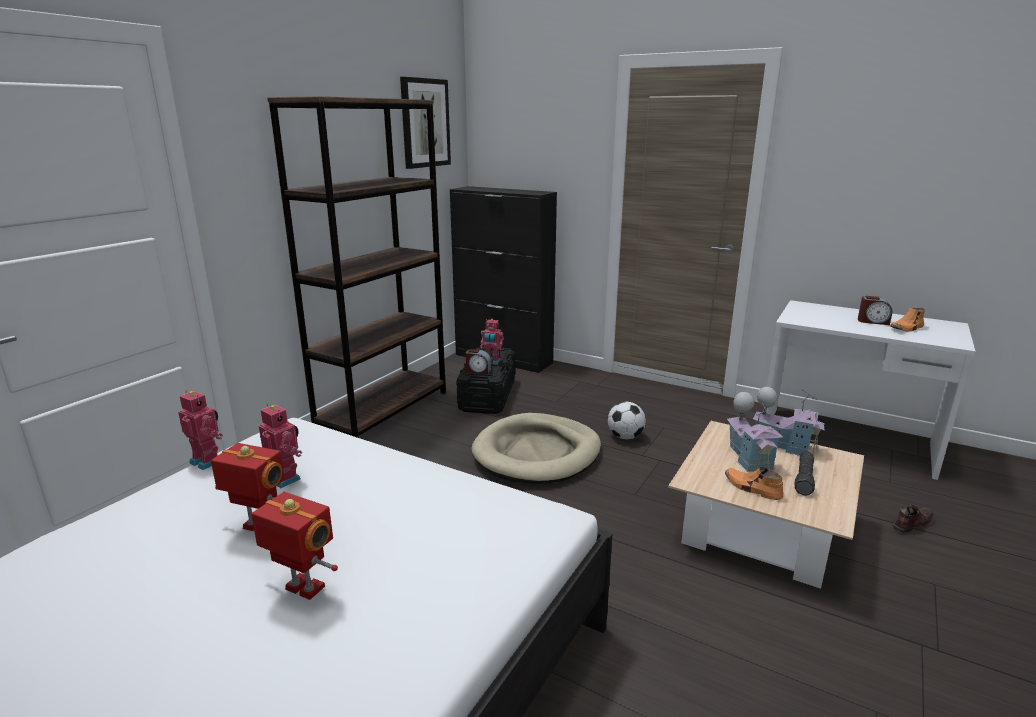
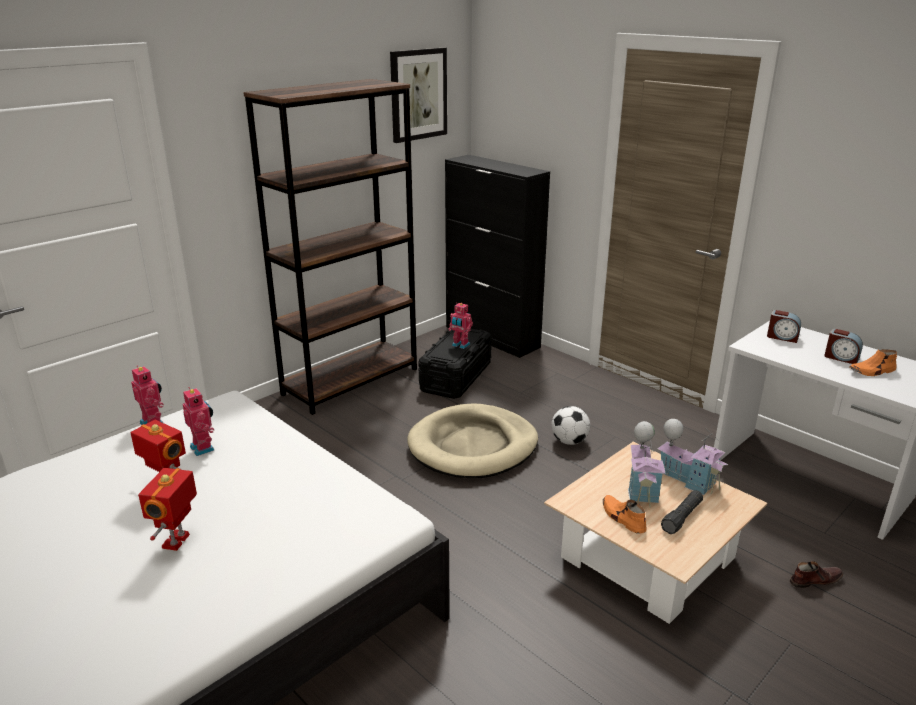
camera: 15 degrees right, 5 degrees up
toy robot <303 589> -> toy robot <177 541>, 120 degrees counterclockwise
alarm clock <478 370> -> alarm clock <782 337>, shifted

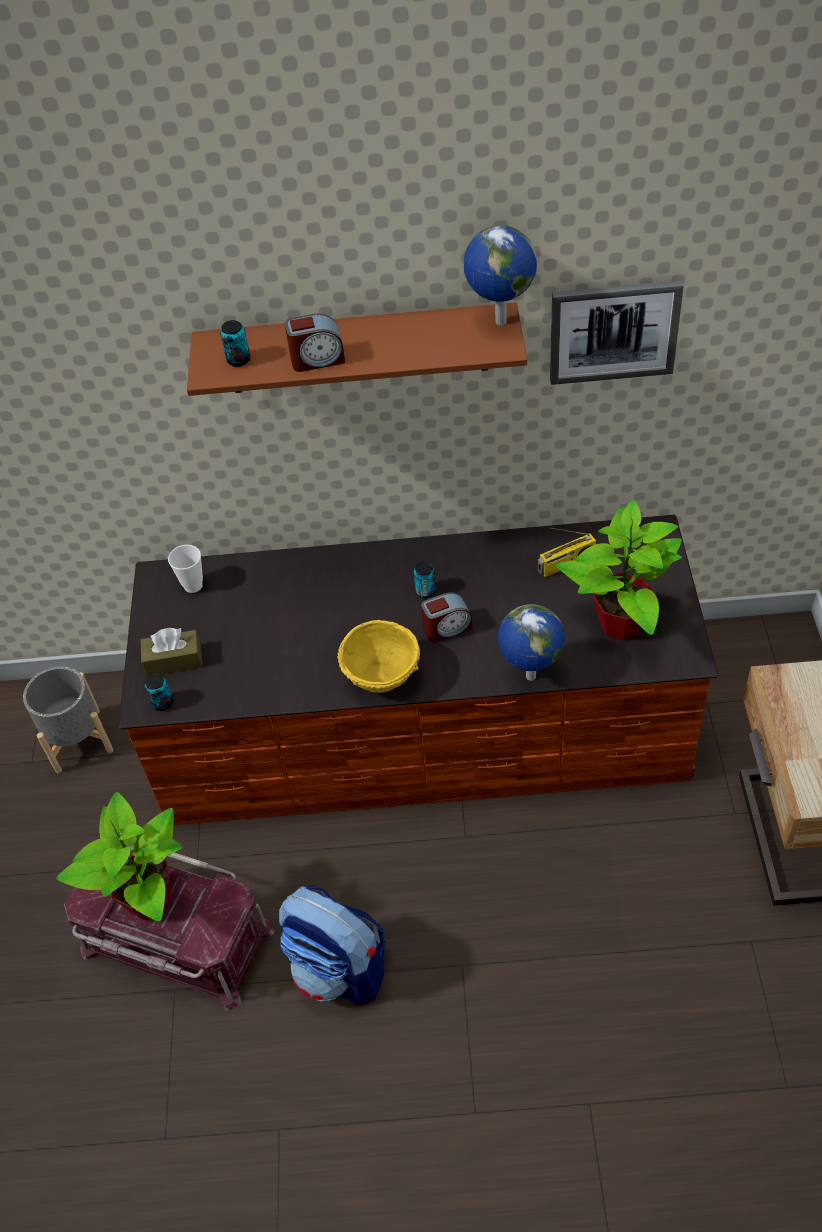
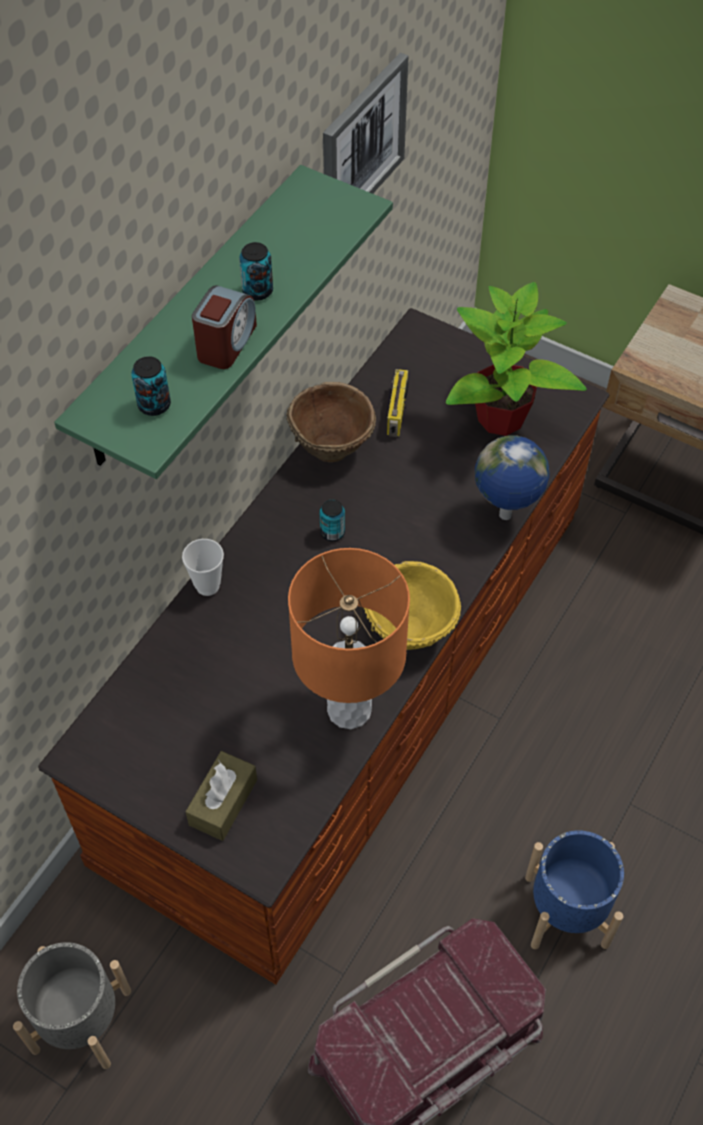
camera: 60 degrees left, 5 degrees up
potted plant <149 899> -> none
can <162 703> -> can <257 291>, shifted
cup <193 585> -> cup <207 586>, shifted
brown shelf <357 349> -> green shelf <191 320>
backpack <339 970> -> blue planter <566 910>
alarm clock <447 628> -> none
globe <499 322> -> none
none -> brown bowl <332 444>
none -> orange table lamp <350 709>

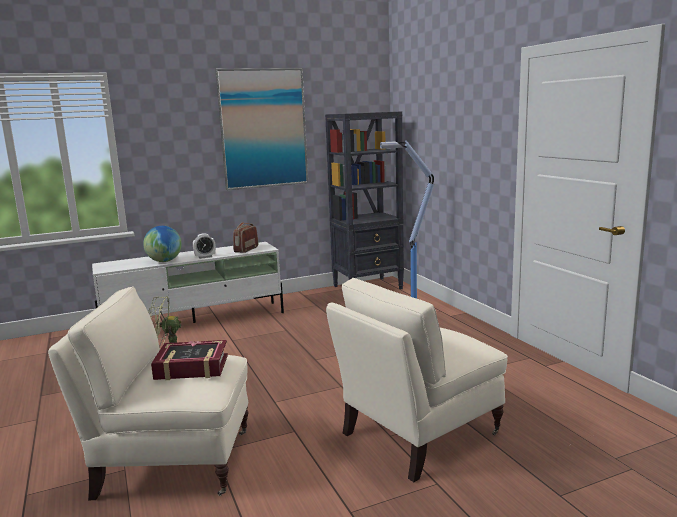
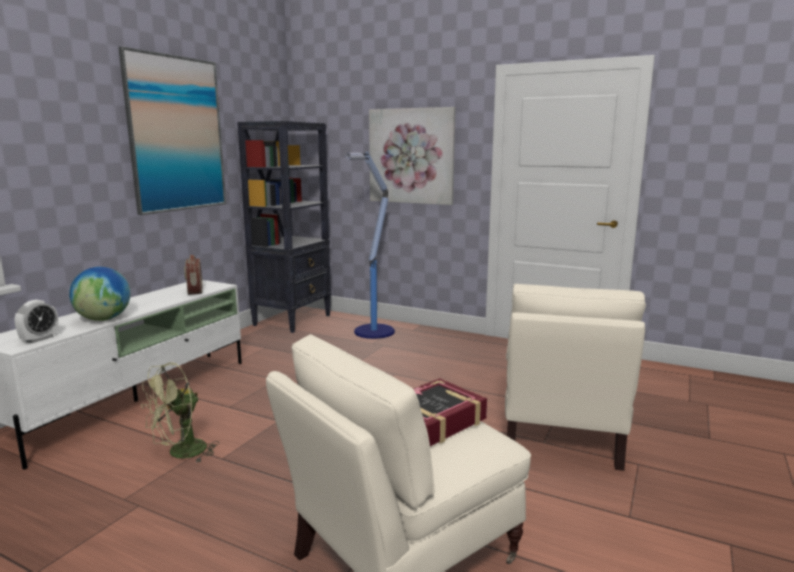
camera: 40 degrees left, 0 degrees up
alarm clock <205 257> -> alarm clock <40 339>, shifted
none -> picture <411 156>

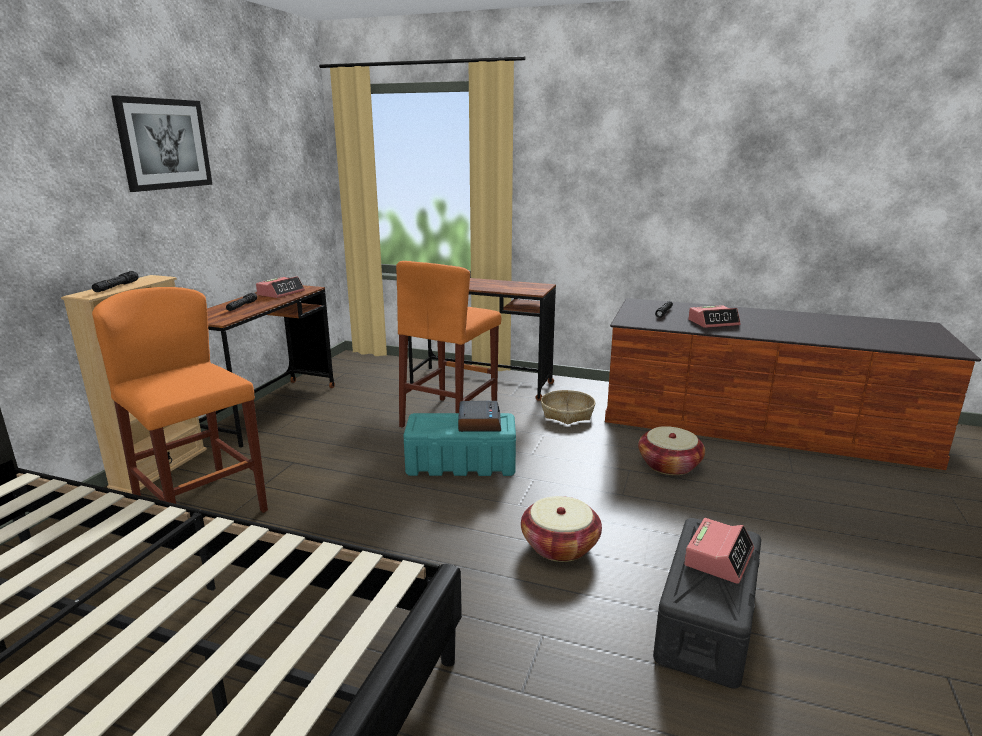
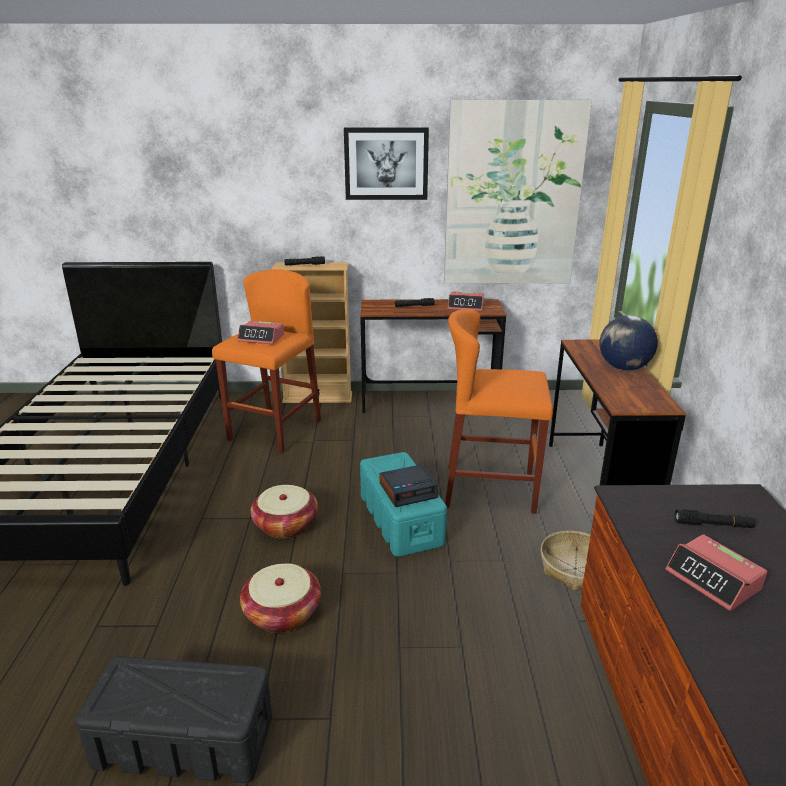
camera: 70 degrees right, 5 degrees up
basket <669 465> -> basket <286 525>, shifted
alarm clock <719 557> -> alarm clock <261 338>, shifted
none -> picture <513 196>
none -> globe <623 368>

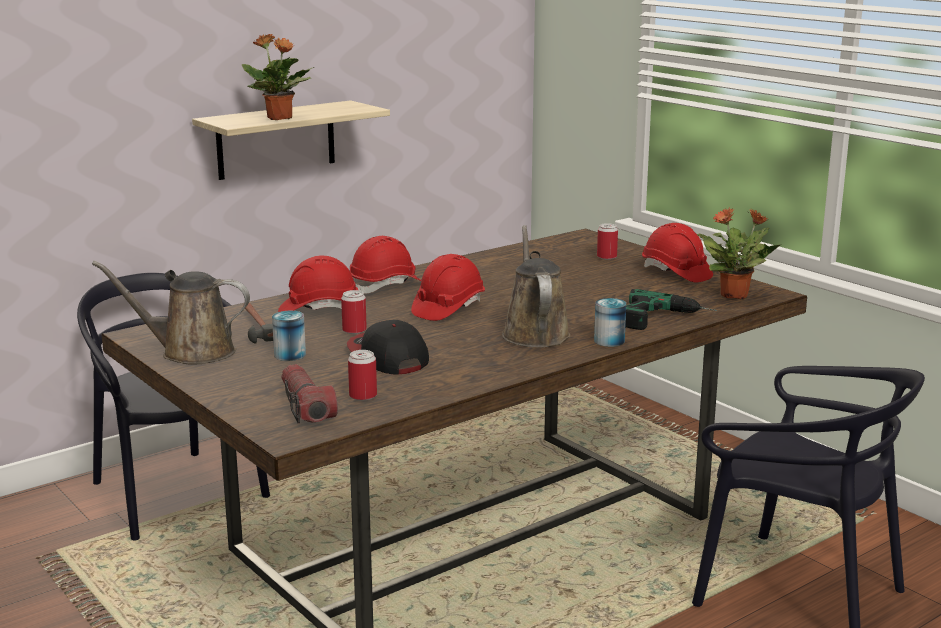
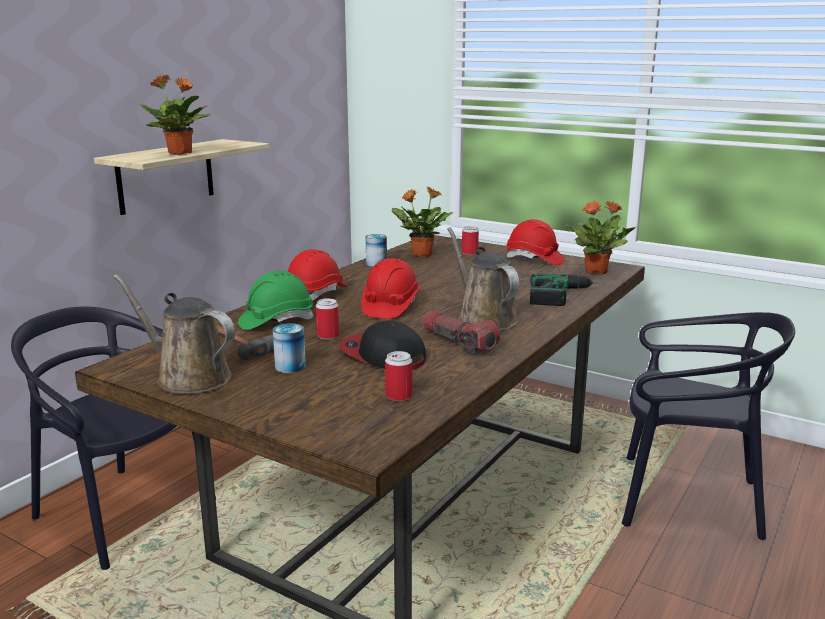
camera: 20 degrees left, 0 degrees up
brown watering can <190 352> -> brown watering can <188 377>, 45 degrees clockwise
red hard hat <318 309> -> green hard hat <276 321>
flashlight <306 407> -> flashlight <458 342>, shifted
can <609 341> -> can <376 264>, shifted
none -> potted plant <421 254>

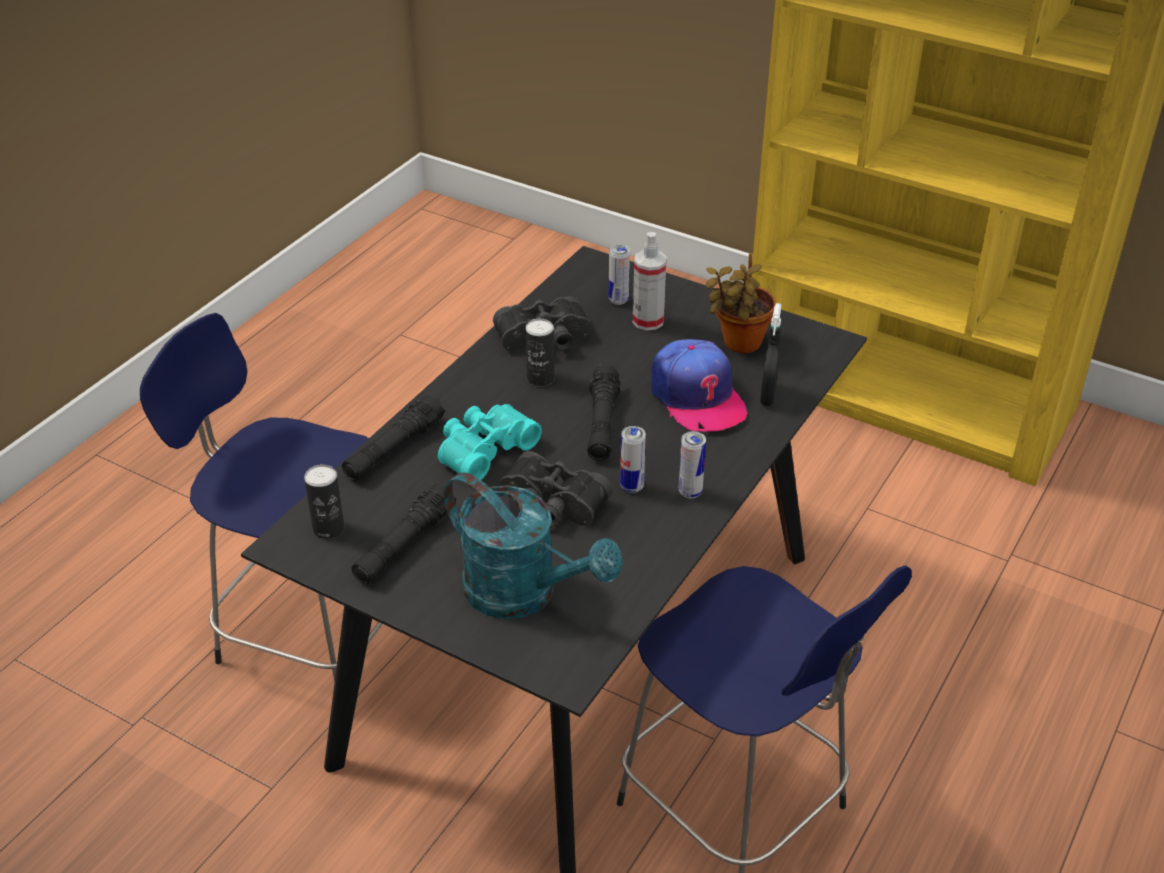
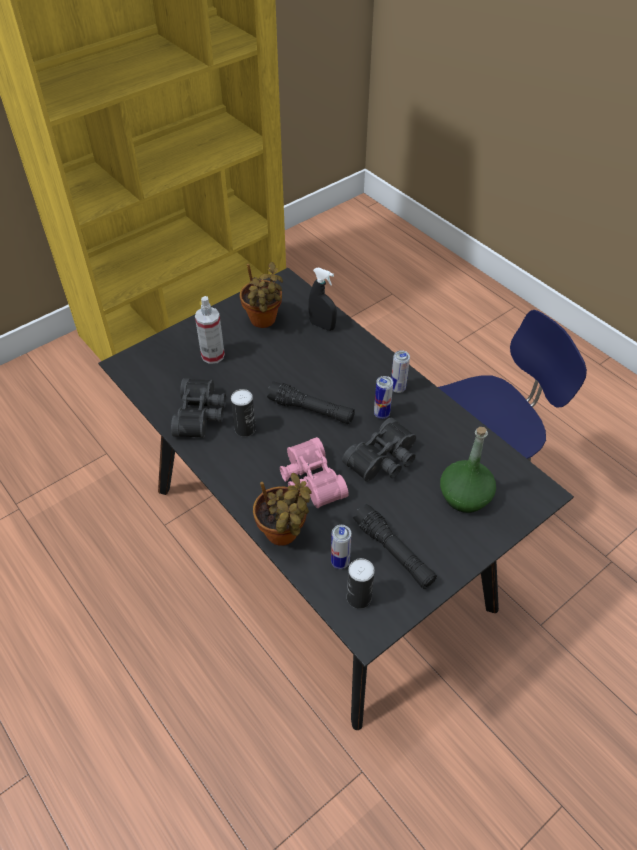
camera: 70 degrees left, 10 degrees up
blue stool <311 632> -> none
black flashlight <394 449> -> potted plant <284 535>
turquoise binoculars <483 450> -> pink binoculars <309 481>
turquoise watering can <524 594> -> green bottle <464 496>
can <618 300> -> can <340 562>, shifted
cap <697 397> -> none

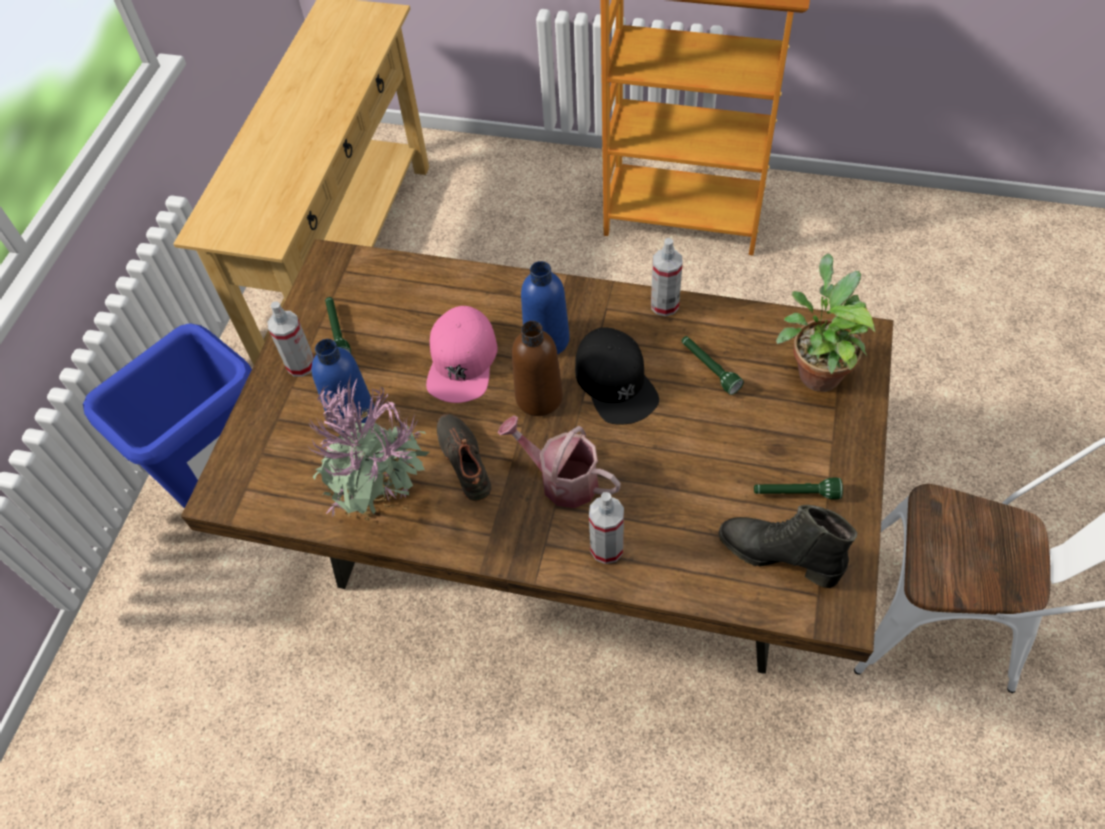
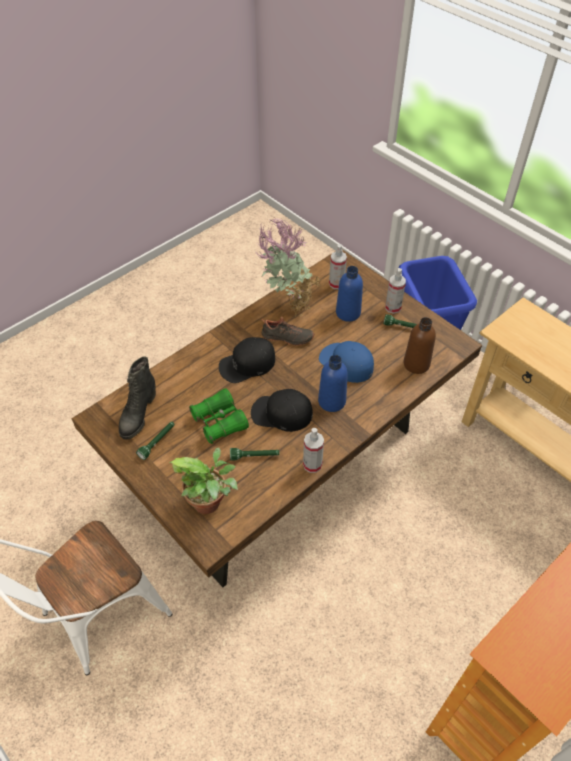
camera: 120 degrees right, 5 degrees down
pink cap <462 361> -> blue cap <346 363>
watering can <561 479> -> black cap <247 364>
brown bottle <539 397> -> brown bottle <416 364>, shifted
spray bottle <606 548> -> spray bottle <336 284>, shifted
black boot <778 556> -> black boot <138 415>, 135 degrees clockwise
none -> green binoculars <219 422>

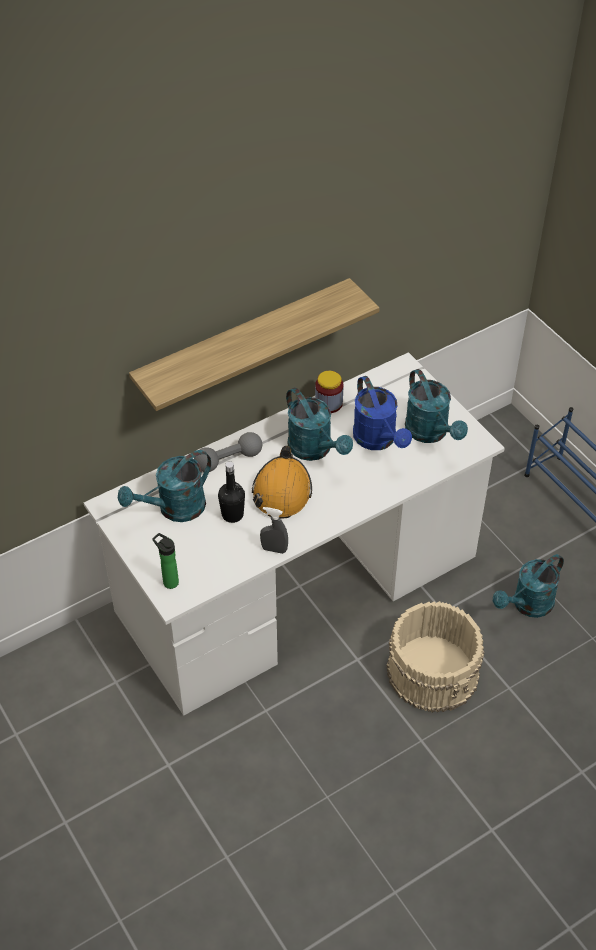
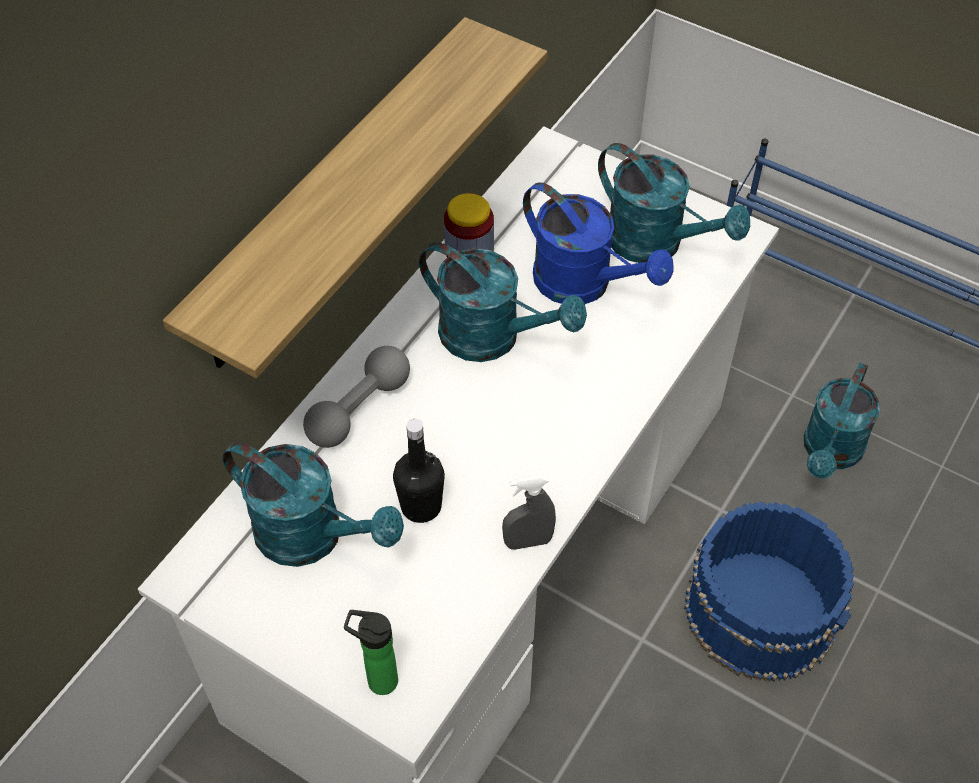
camera: 25 degrees left, 5 degrees up
turquoise watering can <174 509> -> turquoise watering can <313 536>, 90 degrees counterclockwise
orange hard hat <282 491> -> none
beige bucket <433 671> -> blue bucket <761 610>

